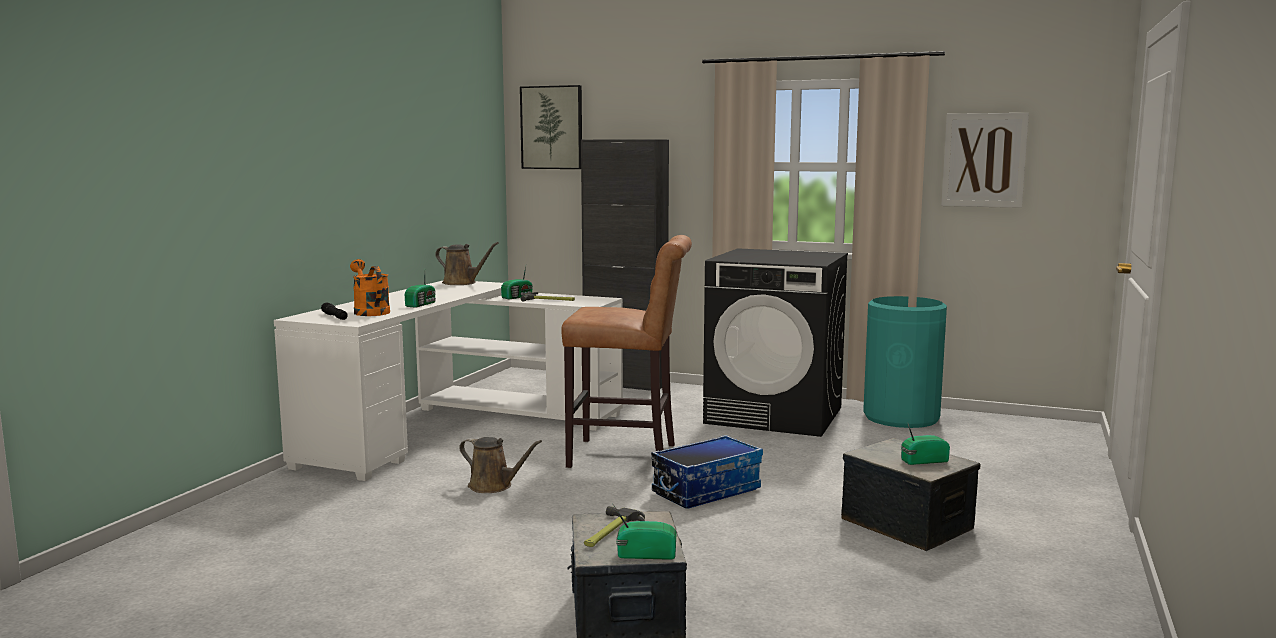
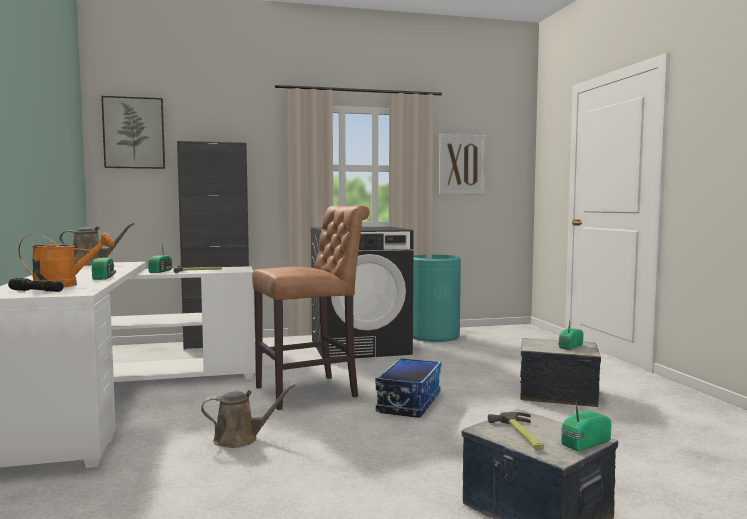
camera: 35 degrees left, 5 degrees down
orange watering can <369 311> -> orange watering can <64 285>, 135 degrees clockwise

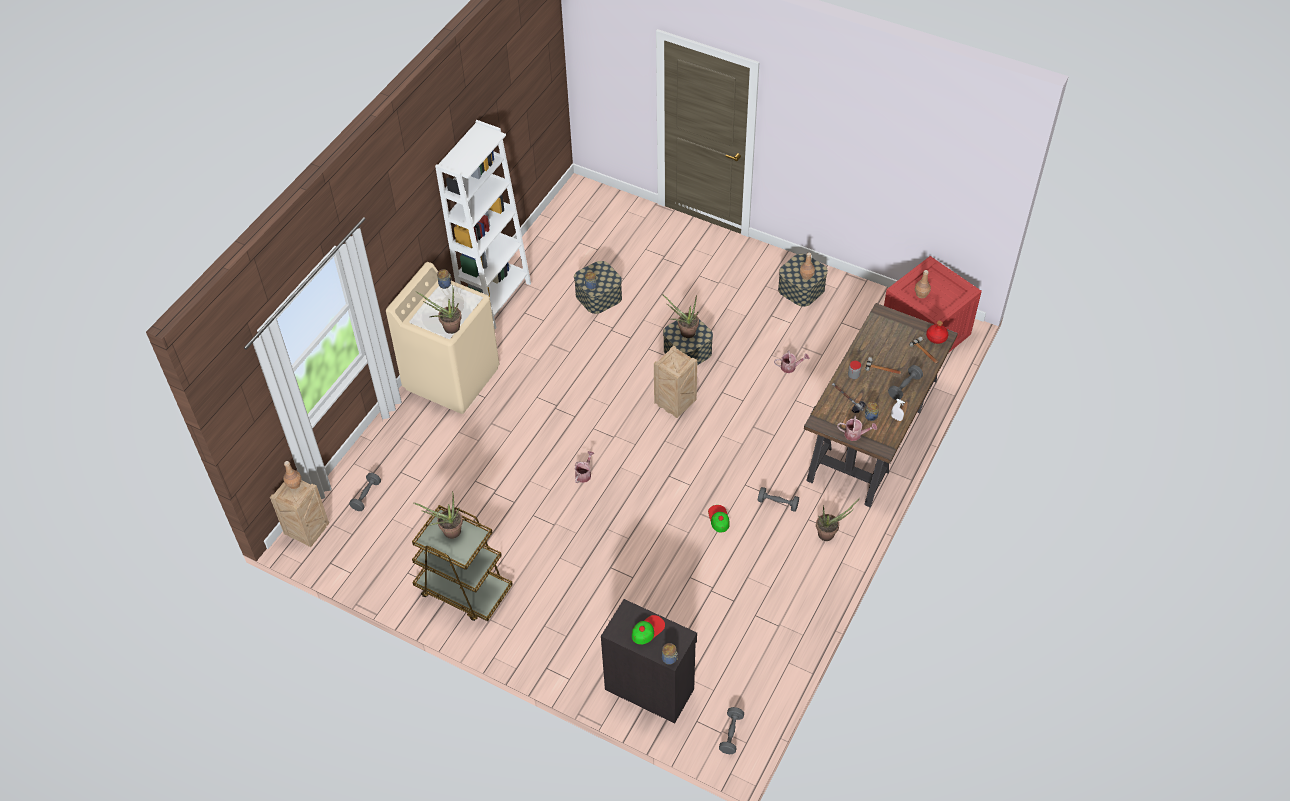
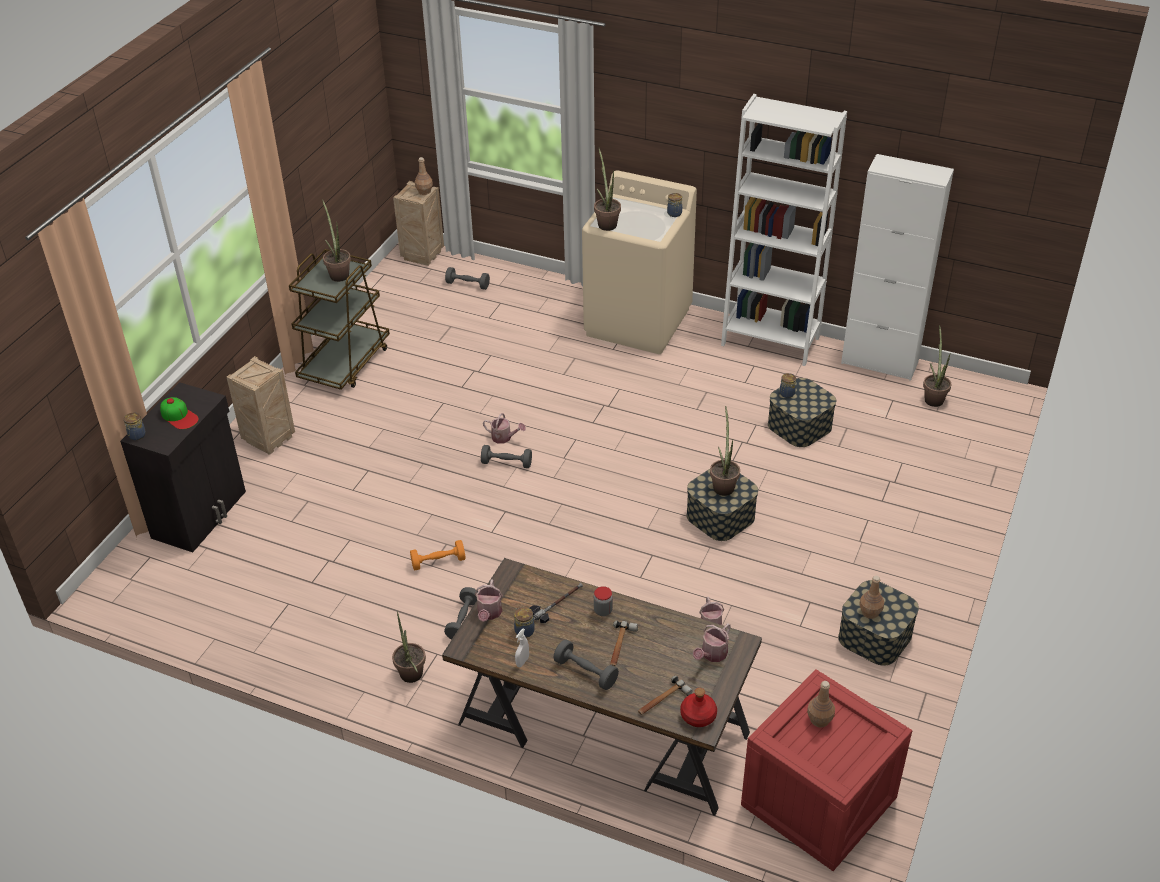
camera: 85 degrees right, 10 degrees down
crate <676 404> -> crate <269 440>, shifted
cap <718 518> -> orange dumbbell <438 562>
grey dumbbell <731 734> -> grey dumbbell <506 463>, shifted
none -> watering can <712 655>
none -> white cabinet <879 362>
none -> potted plant <933 397>

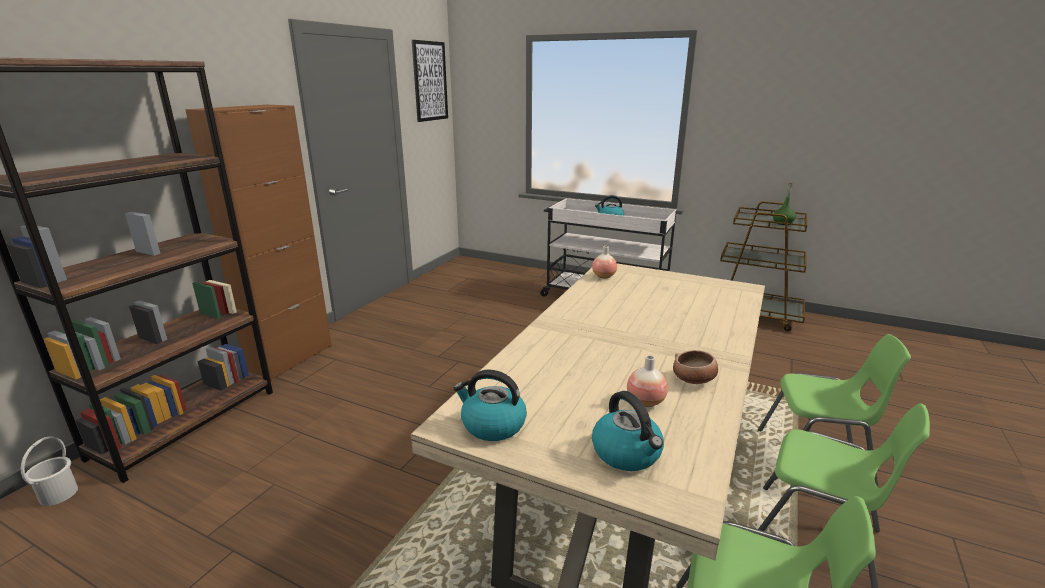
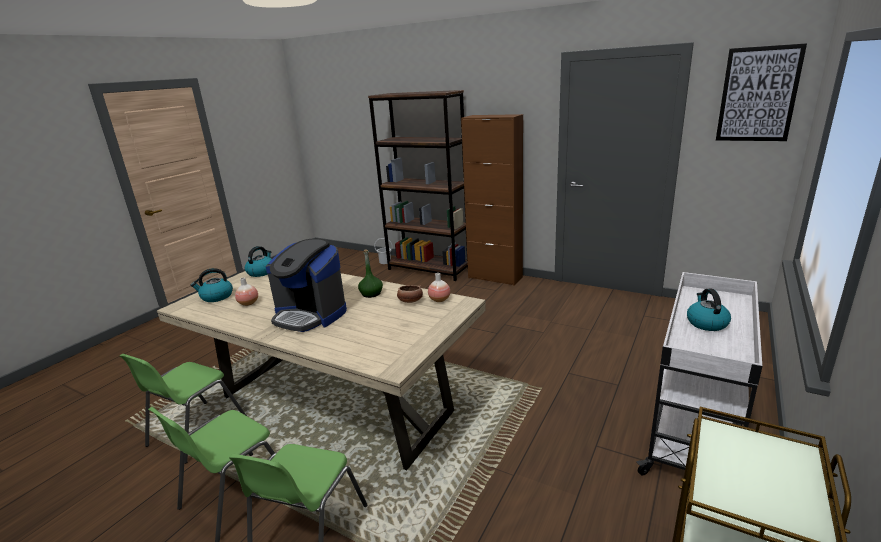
camera: 95 degrees right, 0 degrees up
bowl <694 380> -> bowl <410 301>, shifted
green bottle <782 223> -> green bottle <371 293>, shifted
none -> coffee machine <310 315>

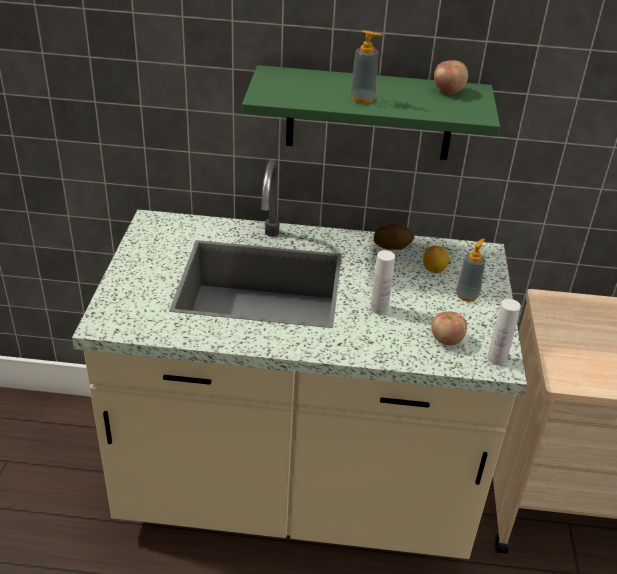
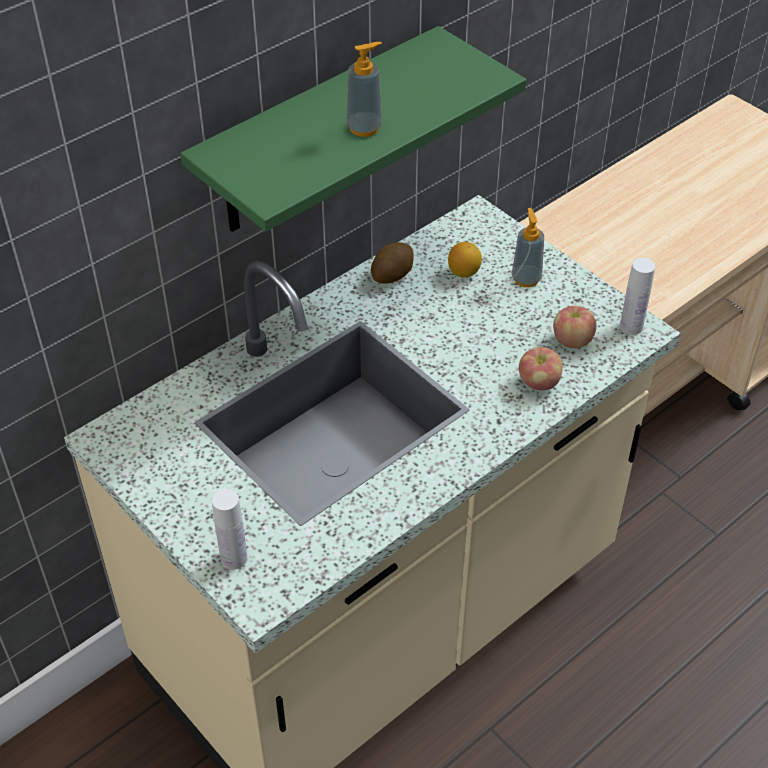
camera: 45 degrees left, 10 degrees up
white bottle <379 308> -> white bottle <234 558>, shifted
apple <448 91> -> apple <539 383>, shifted

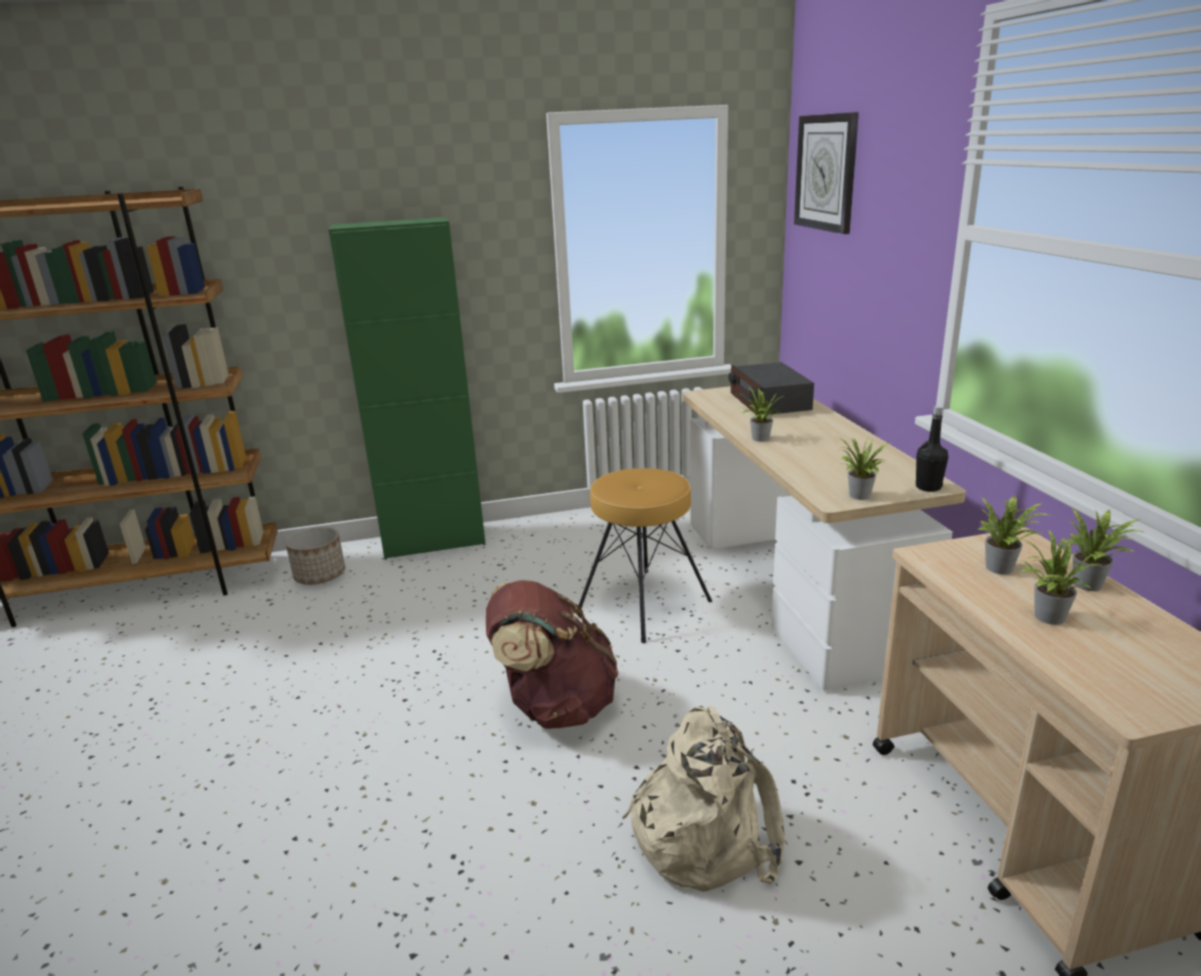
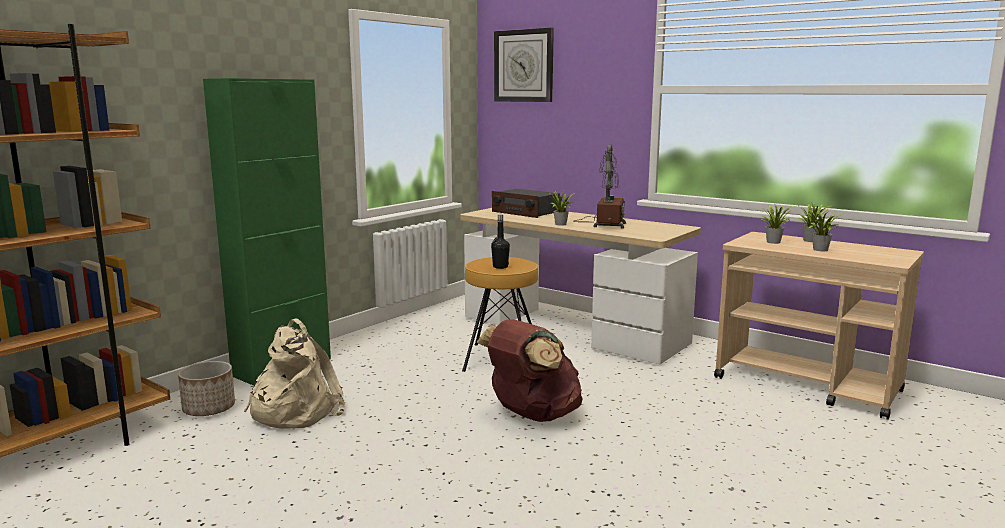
camera: 40 degrees left, 10 degrees down
beige backpack <705 832> -> beige backpack <294 411>, shifted
potted plant <858 496> -> none
black bottle <928 487> -> black bottle <500 267>, shifted
none -> table lamp <605 224>

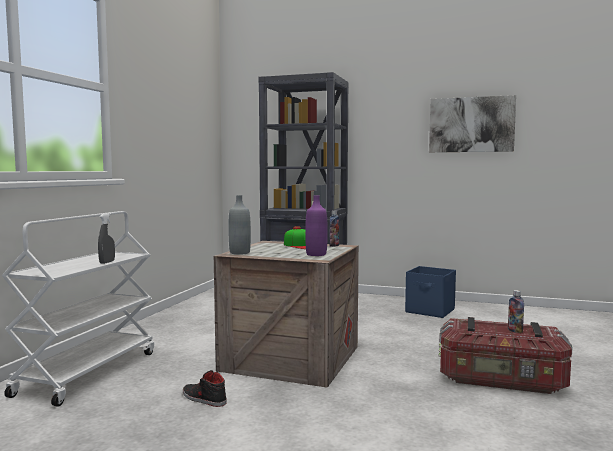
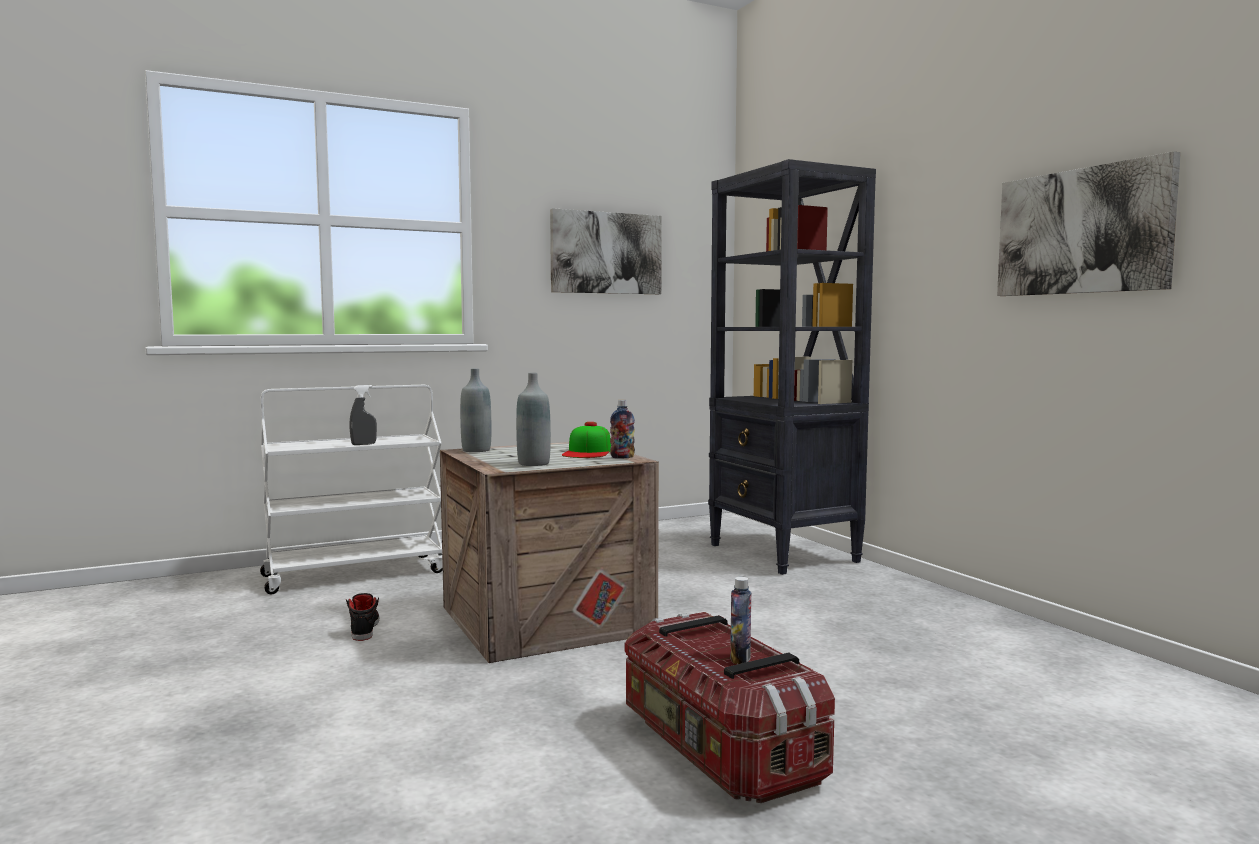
camera: 45 degrees right, 0 degrees up
purple bottle <316 254> -> grey bottle <533 463>
blue storage box <430 311> -> none
none -> picture <606 253>

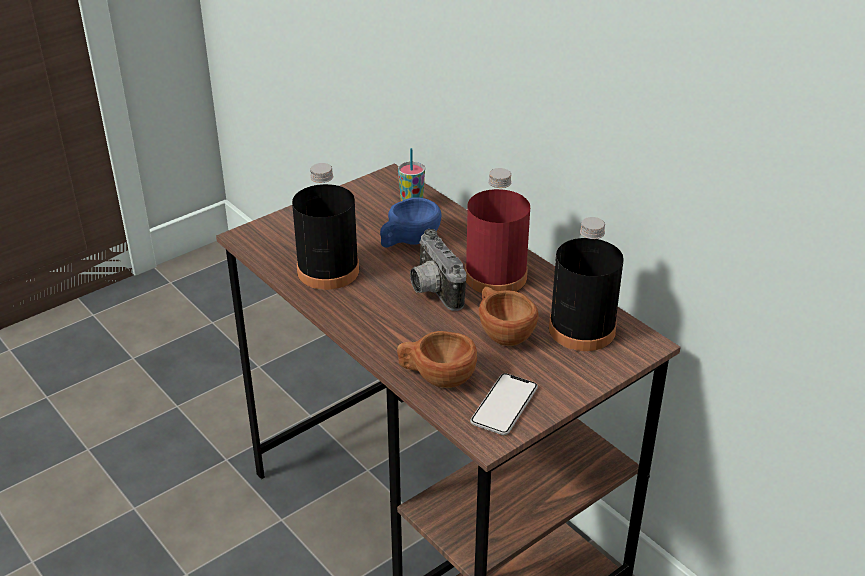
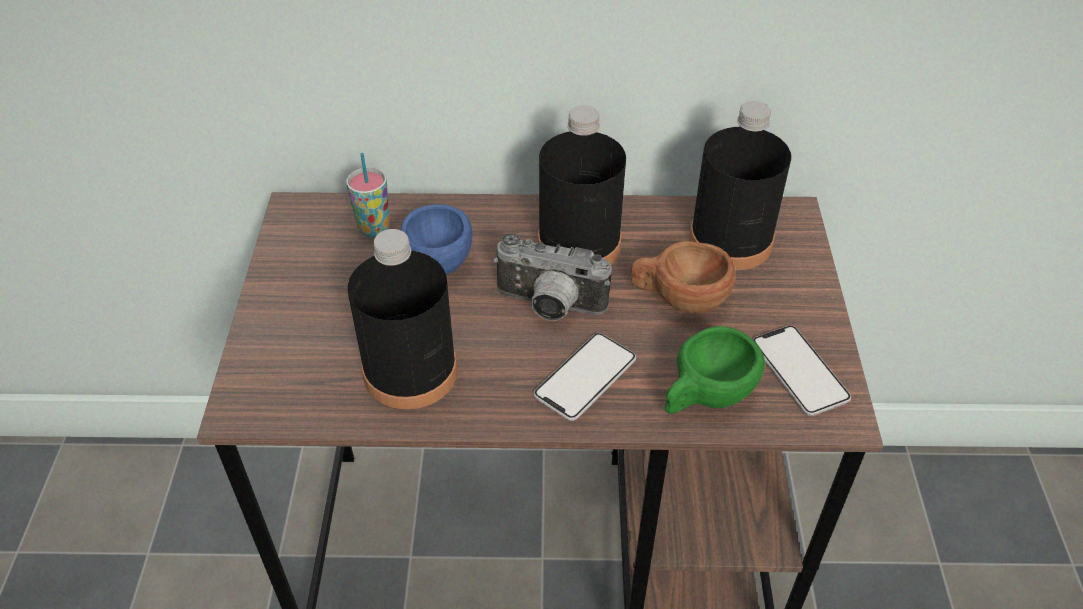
camera: 50 degrees left, 10 degrees up
brown cup <436 377> -> green cup <705 397>
red bottle <495 276> -> black bottle <579 245>
none -> phone <585 377>

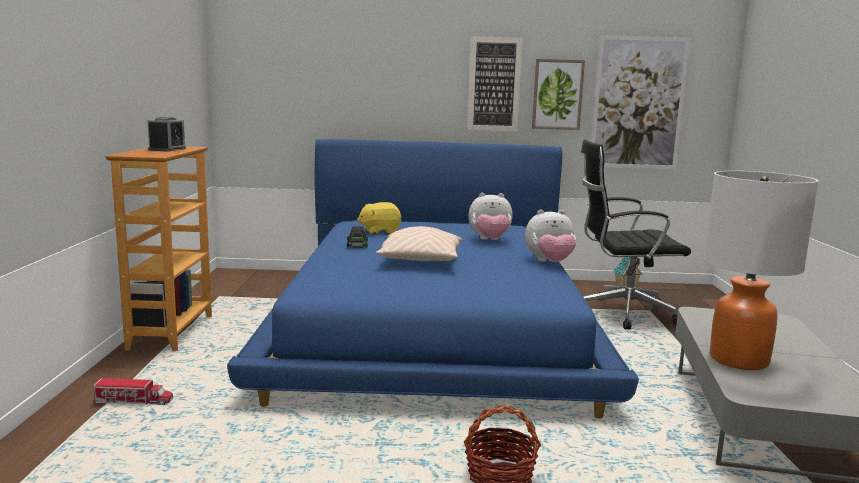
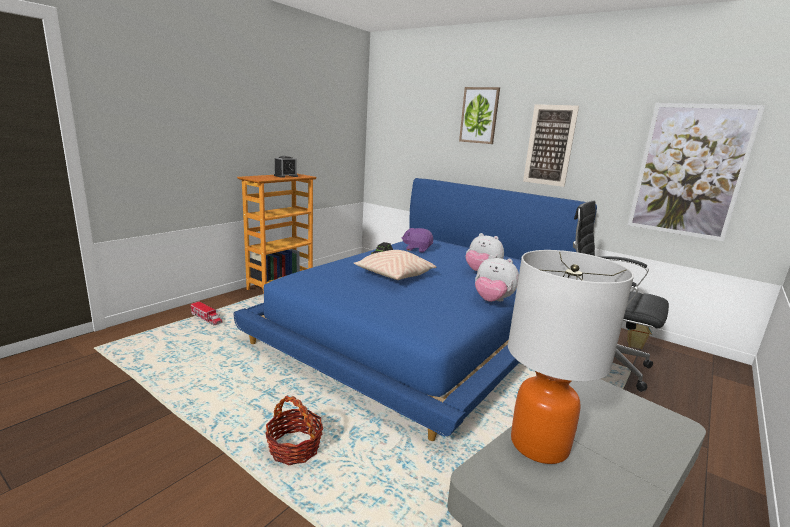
camera: 35 degrees right, 5 degrees up
yellow plush toy <379 232> -> purple plush toy <417 249>
picture <557 94> -> picture <479 115>, shifted

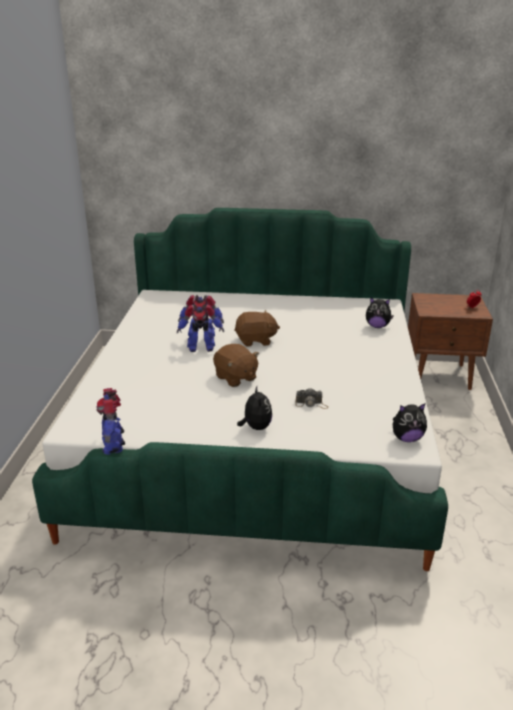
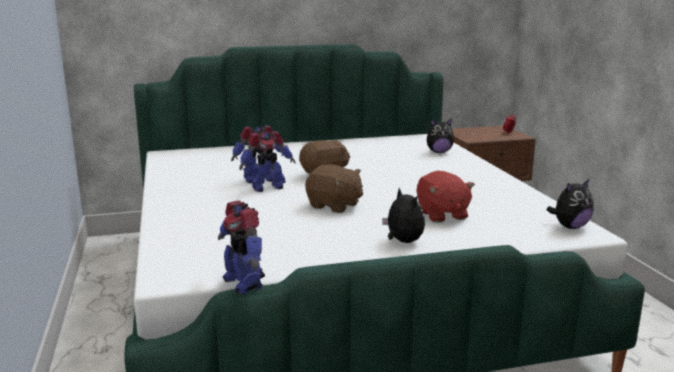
camera: 20 degrees left, 10 degrees down
photo camera <311 404> -> red plush toy <442 215>

